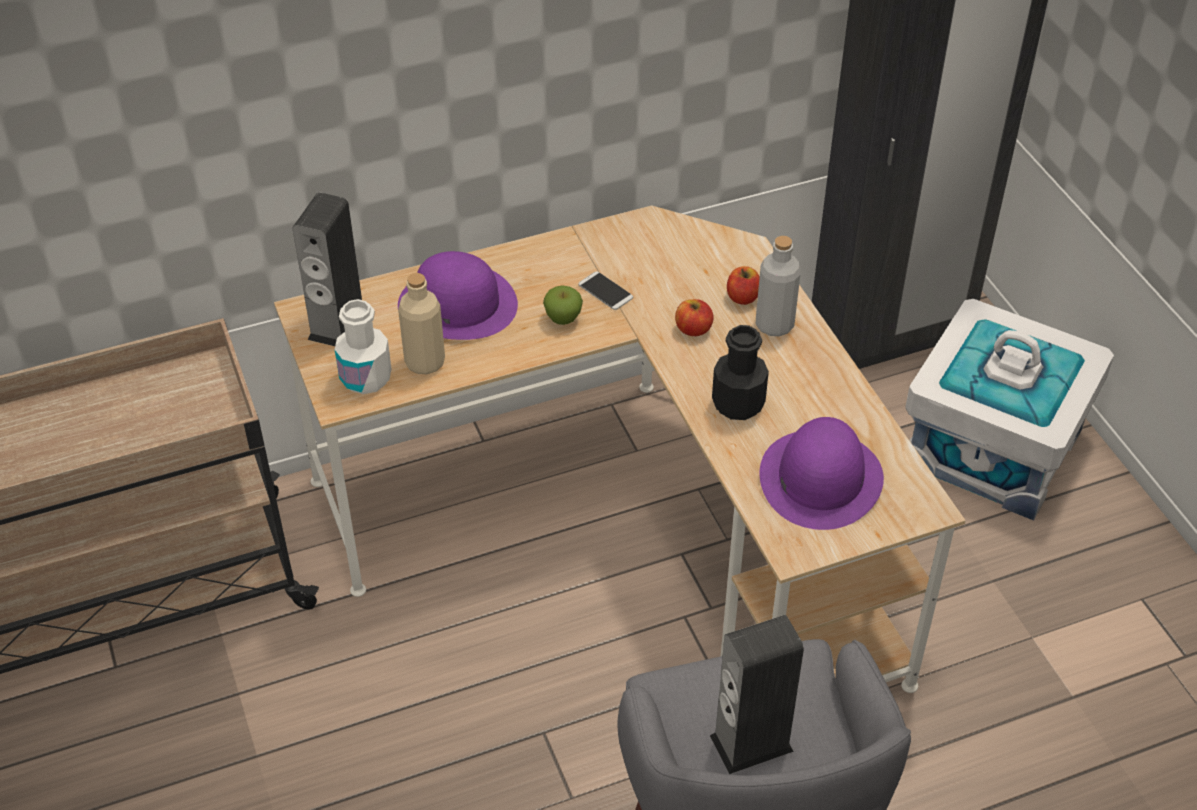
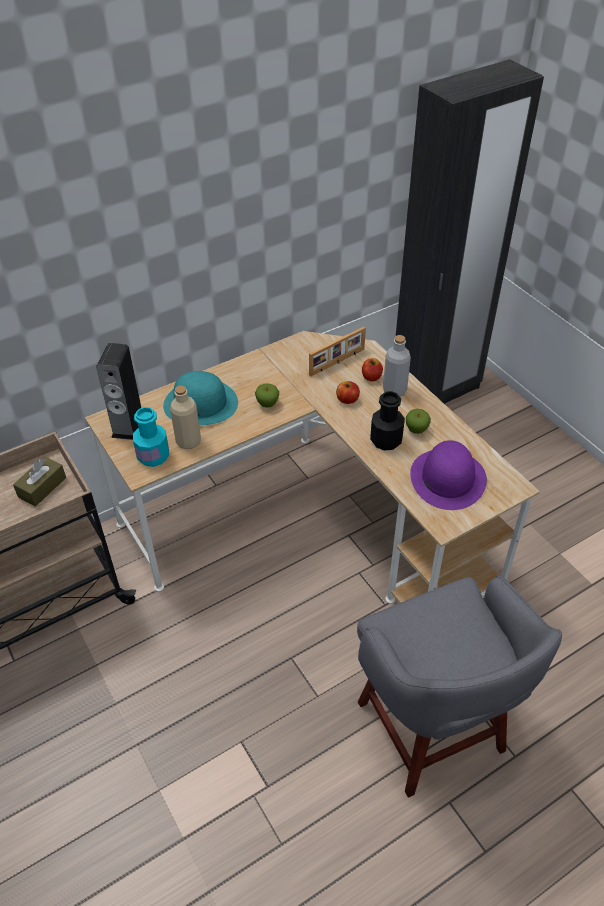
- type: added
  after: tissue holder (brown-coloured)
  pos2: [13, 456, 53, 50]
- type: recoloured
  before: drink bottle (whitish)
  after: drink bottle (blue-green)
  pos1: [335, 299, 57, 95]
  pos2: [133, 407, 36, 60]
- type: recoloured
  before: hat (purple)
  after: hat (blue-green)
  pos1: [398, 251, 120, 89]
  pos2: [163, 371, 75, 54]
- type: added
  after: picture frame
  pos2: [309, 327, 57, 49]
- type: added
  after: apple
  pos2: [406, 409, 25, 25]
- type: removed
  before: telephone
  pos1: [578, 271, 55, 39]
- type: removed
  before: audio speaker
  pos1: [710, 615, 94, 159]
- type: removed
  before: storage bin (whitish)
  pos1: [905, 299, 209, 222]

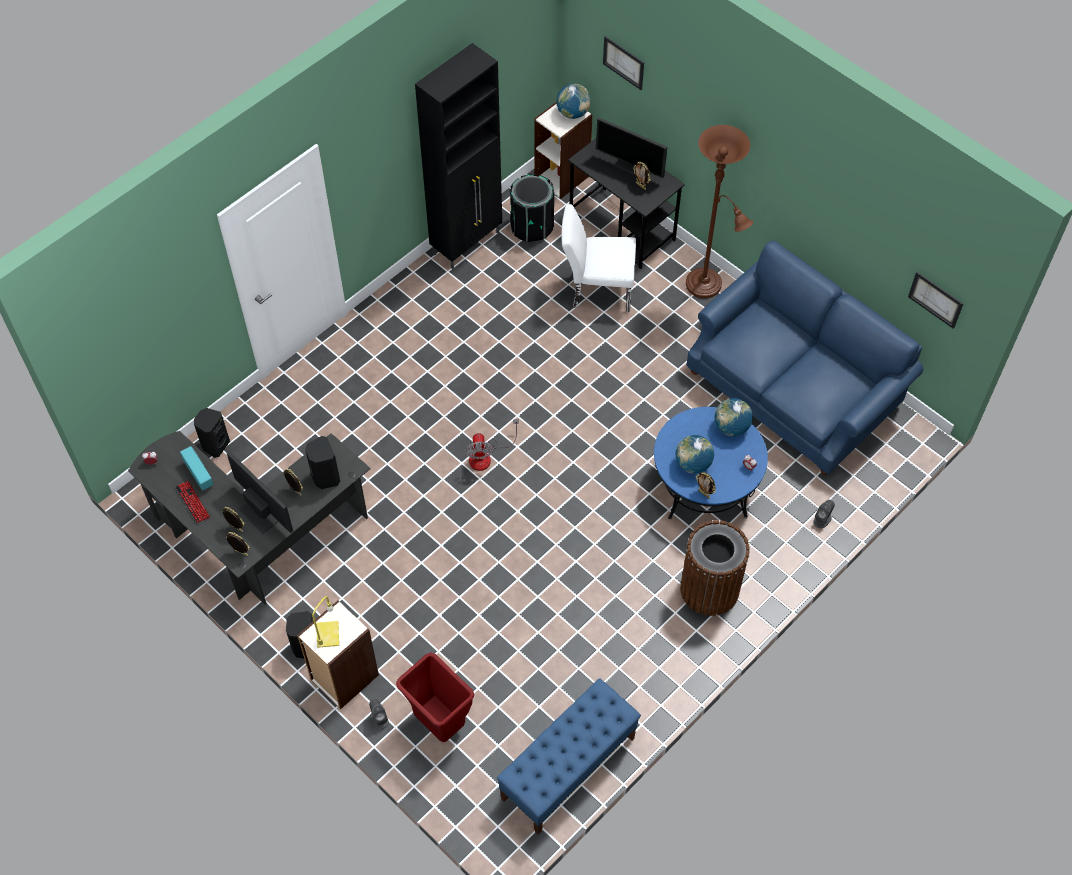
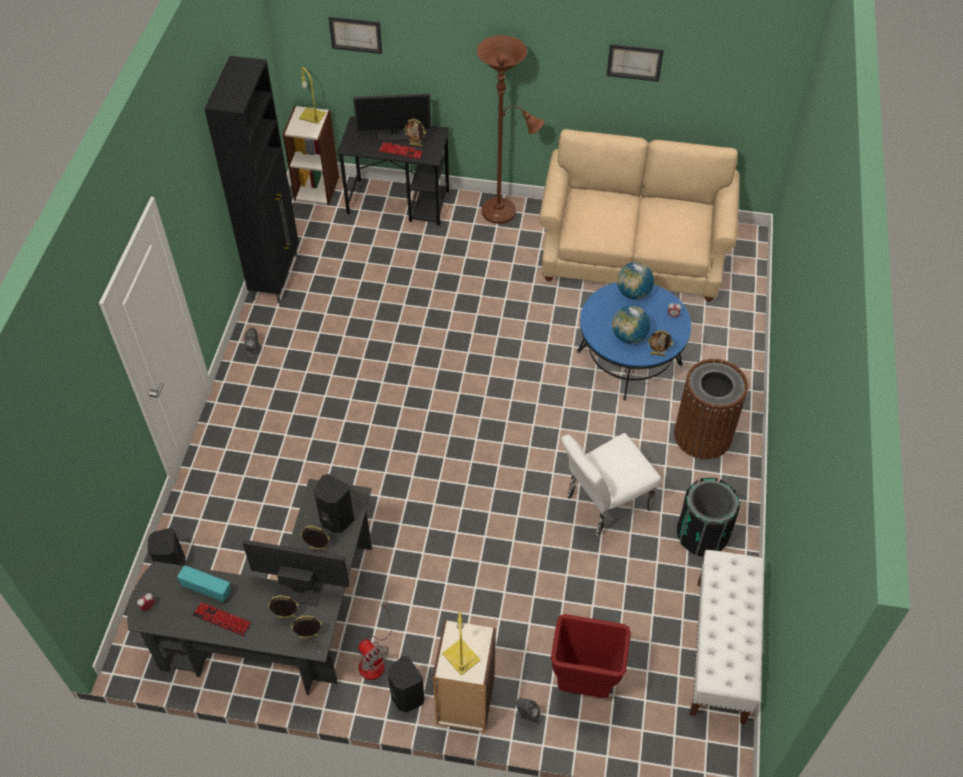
- type: moved
  before: audio speaker (greyish)
  pos1: [813, 500, 22, 29]
  pos2: [244, 327, 18, 31]
- type: replaced
  before: desk globe
  after: lamp for a table (yellow-coloured)
  pos1: [556, 84, 35, 35]
  pos2: [299, 67, 27, 57]
- type: moved
  before: cooling fan
  pos1: [465, 419, 54, 52]
  pos2: [358, 600, 34, 80]
- type: added
  after: computer keyboard
  pos2: [379, 142, 45, 17]
- type: recoloured
  before: couch (bluish)
  after: couch (beige-coloured)
  pos1: [687, 240, 236, 235]
  pos2: [539, 129, 201, 173]
- type: moved
  before: plain chair (whitish)
  pos1: [562, 204, 74, 108]
  pos2: [561, 433, 100, 104]
- type: moved
  before: picture
  pos1: [908, 272, 55, 57]
  pos2: [607, 44, 57, 38]
- type: moved
  before: rubbish bin (blackish)
  pos1: [510, 174, 44, 68]
  pos2: [677, 478, 63, 78]
- type: recoloured
  before: long seat (bluish)
  after: long seat (whitish)
  pos1: [497, 678, 144, 157]
  pos2: [689, 550, 75, 174]

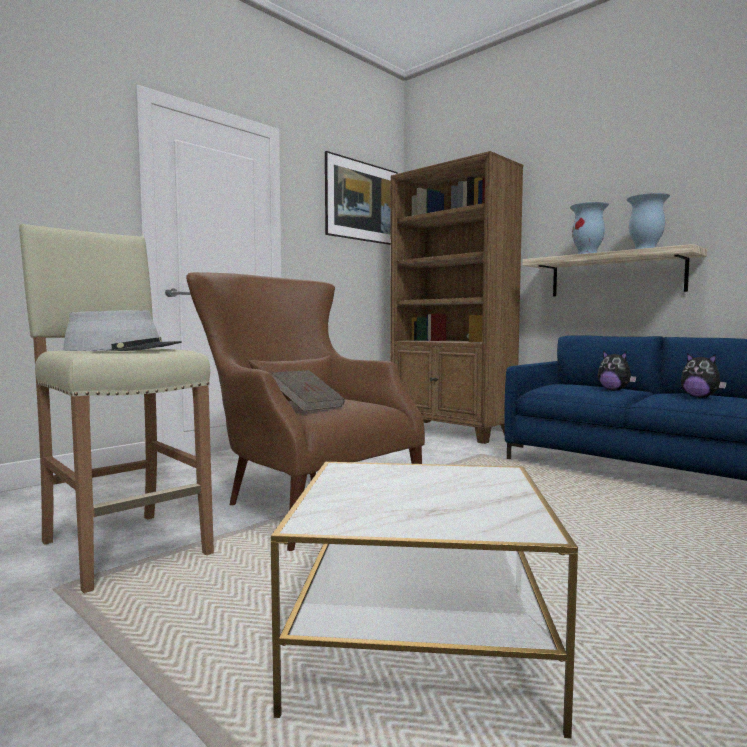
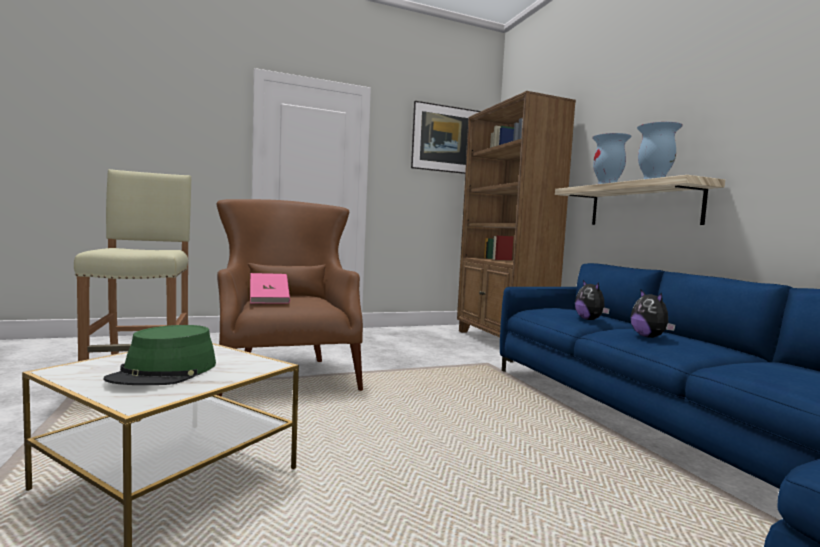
- type: added
  after: hat (greenish)
  pos2: [103, 325, 113, 60]
- type: recoloured
  before: volume (brown-coloured)
  after: volume (pink)
  pos1: [272, 370, 73, 41]
  pos2: [250, 273, 40, 31]
- type: removed
  before: hat (greyish)
  pos1: [63, 310, 119, 41]

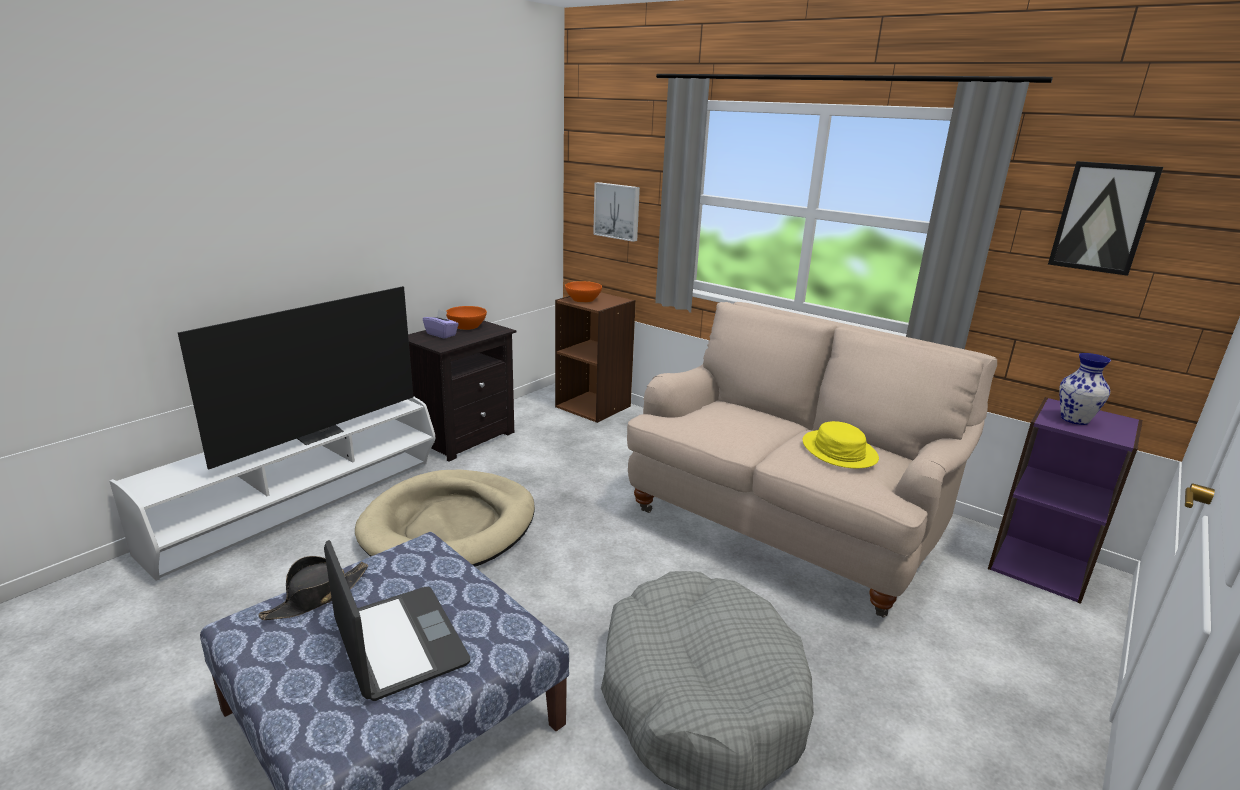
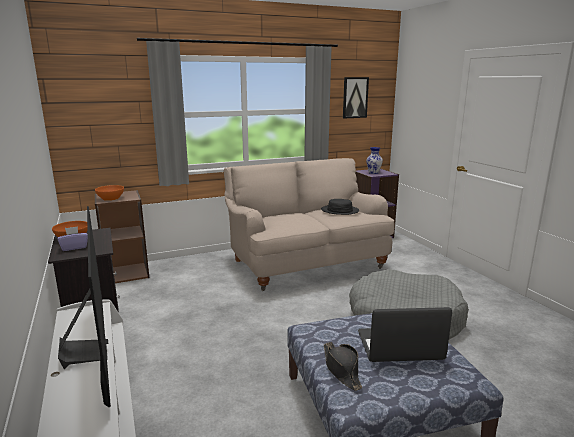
- type: recoloured
  before: hat (yellow-coloured)
  after: hat (blackish)
  pos1: [803, 421, 76, 47]
  pos2: [321, 199, 38, 16]
- type: removed
  before: dog cushion (beige-coloured)
  pos1: [355, 470, 180, 97]
- type: removed
  before: picture
  pos1: [593, 182, 47, 60]

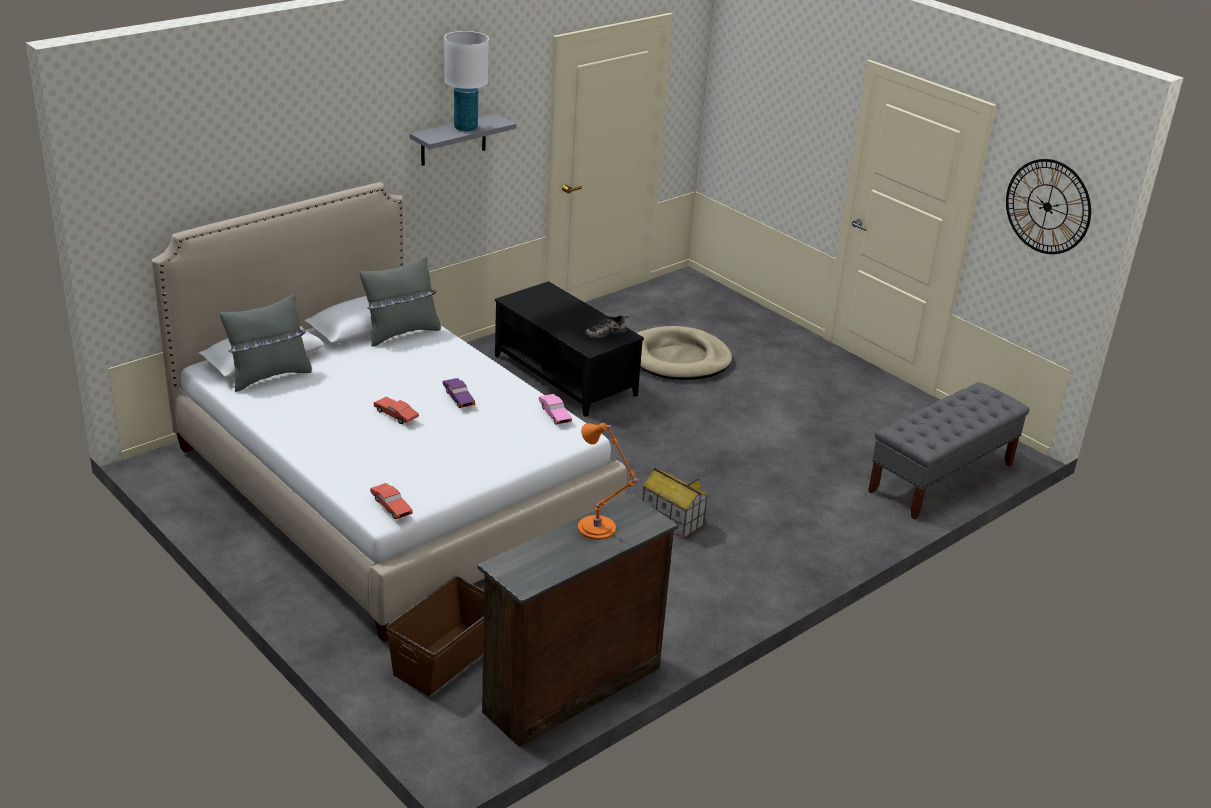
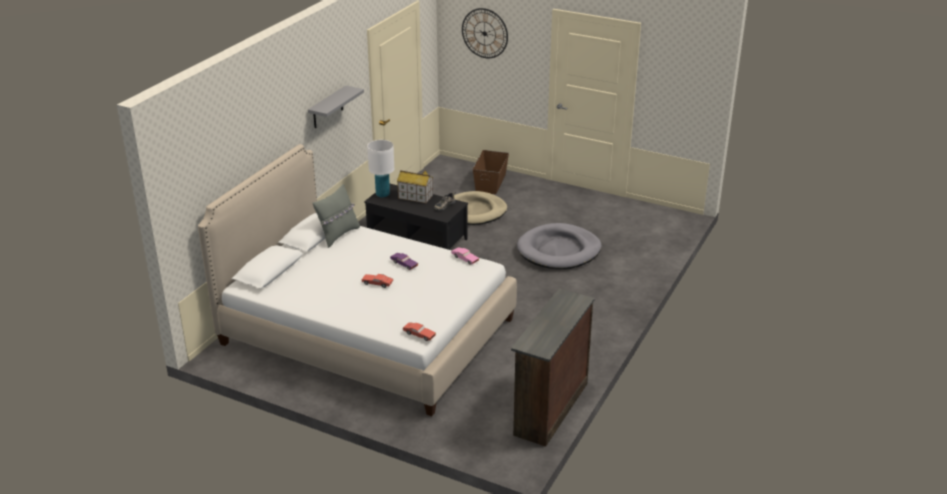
- type: moved
  before: lamp for a table (whitish)
  pos1: [444, 31, 45, 100]
  pos2: [367, 140, 27, 57]
- type: moved
  before: miniature house
  pos1: [642, 468, 67, 71]
  pos2: [397, 170, 36, 33]
- type: moved
  before: wall clock
  pos1: [1006, 159, 85, 95]
  pos2: [462, 8, 46, 50]
- type: moved
  before: storage bin (brown-coloured)
  pos1: [386, 576, 98, 120]
  pos2: [473, 150, 36, 44]
- type: added
  after: dog cushion (greyish)
  pos2: [517, 223, 84, 46]
- type: removed
  before: cushion (greyish)
  pos1: [220, 295, 92, 97]
- type: removed
  before: lamp for a table (orangey)
  pos1: [578, 423, 62, 117]
- type: removed
  before: long seat (greyish)
  pos1: [868, 382, 162, 137]

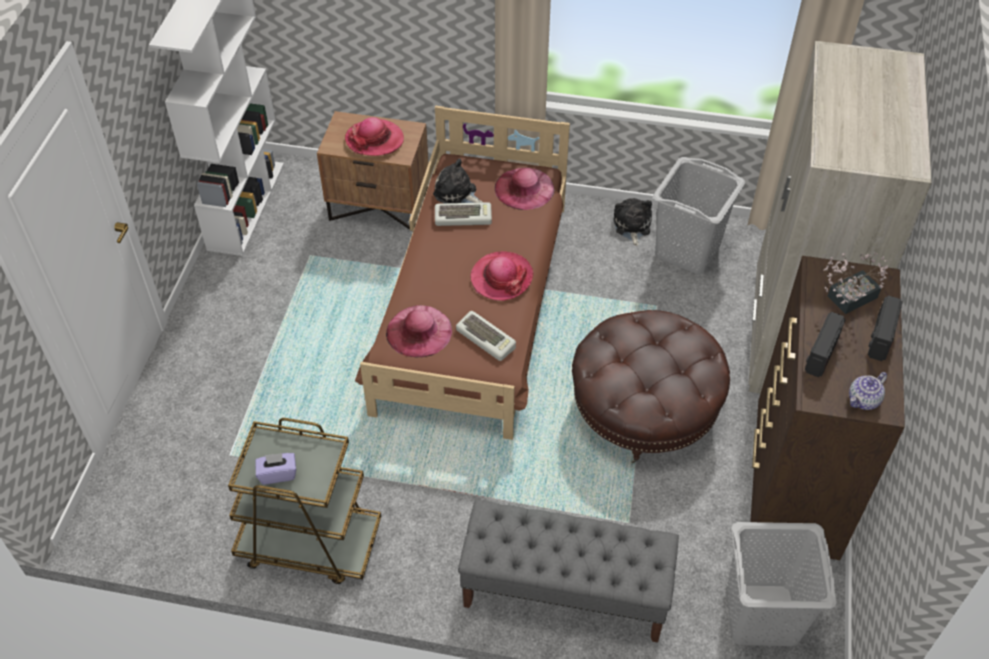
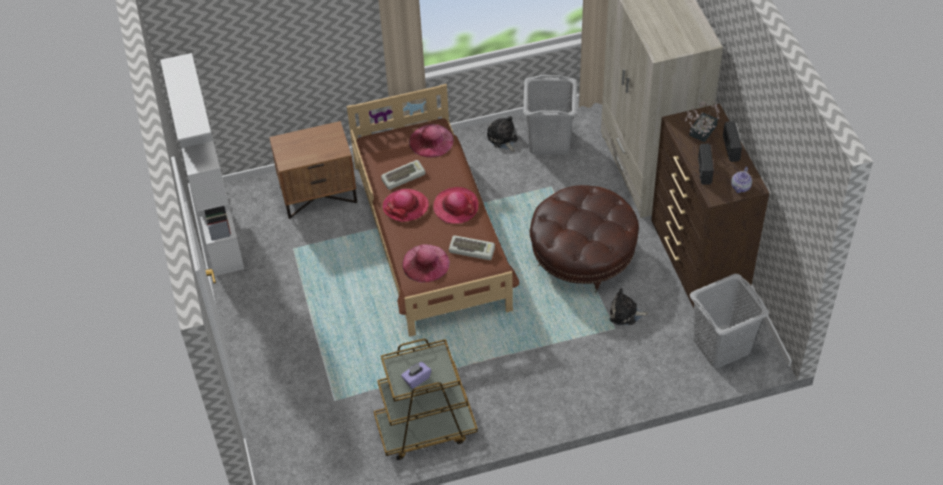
- type: moved
  before: hat
  pos1: [345, 117, 59, 39]
  pos2: [383, 189, 46, 33]
- type: moved
  before: soft toy
  pos1: [433, 159, 50, 44]
  pos2: [610, 288, 39, 37]
- type: removed
  before: long seat (greyish)
  pos1: [458, 500, 221, 143]

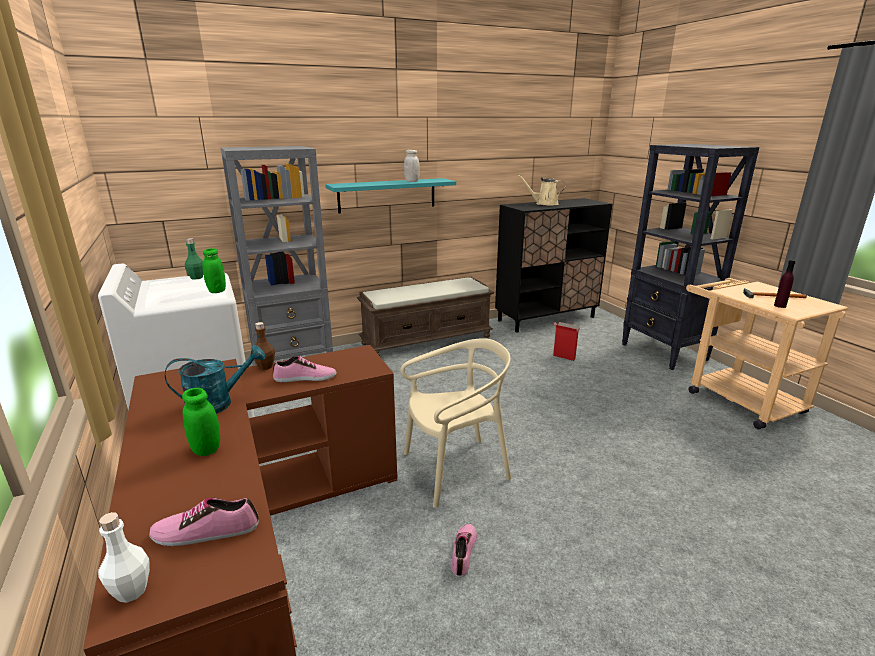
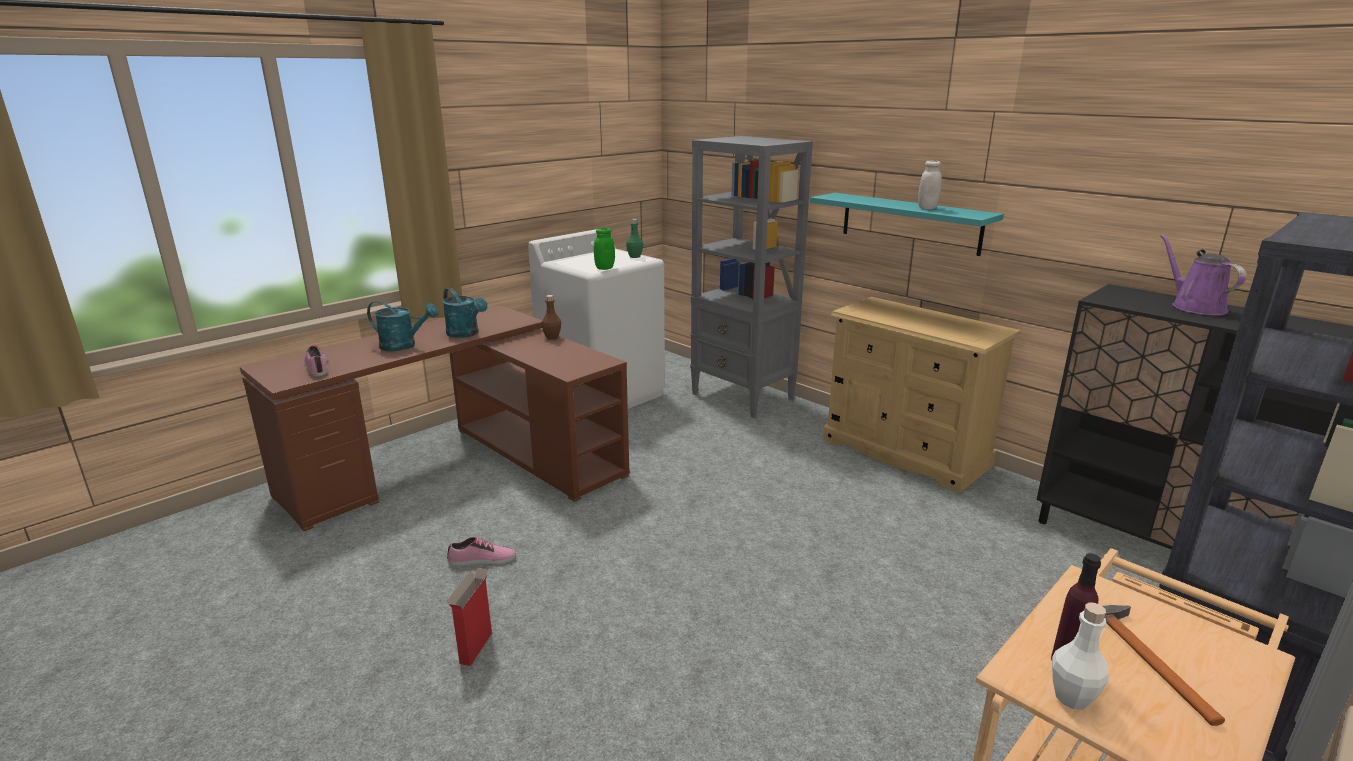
- type: replaced
  before: storage jar (greenish)
  after: sprinkling can (blue-green)
  pos1: [182, 388, 38, 68]
  pos2: [367, 301, 72, 50]
- type: moved
  before: carton
  pos1: [553, 322, 28, 39]
  pos2: [447, 568, 45, 98]
- type: replaced
  before: long seat (brown-coloured)
  after: chest of drawers (beige-coloured)
  pos1: [356, 277, 138, 79]
  pos2: [823, 297, 198, 196]
- type: moved
  before: drink bottle (whitish)
  pos1: [98, 512, 52, 91]
  pos2: [1052, 603, 57, 107]
- type: recoloured
  before: sprinkling can (beige-coloured)
  after: sprinkling can (purple)
  pos1: [518, 175, 48, 31]
  pos2: [1161, 234, 85, 82]
- type: removed
  before: item of footwear
  pos1: [273, 356, 64, 26]
- type: removed
  before: plain chair (beige-coloured)
  pos1: [400, 338, 111, 170]

